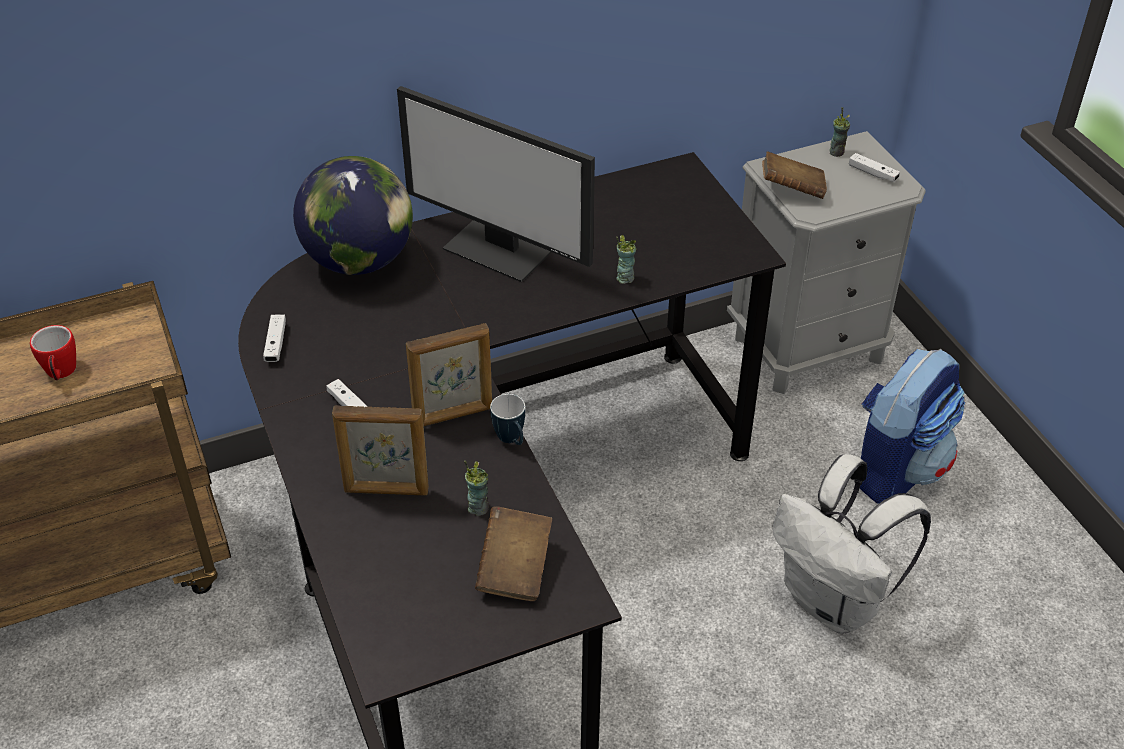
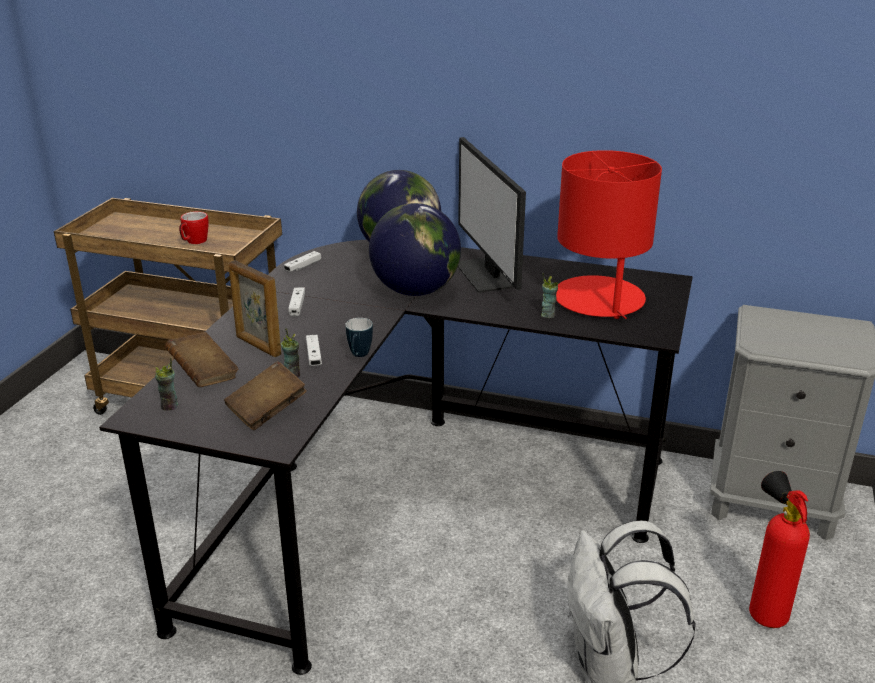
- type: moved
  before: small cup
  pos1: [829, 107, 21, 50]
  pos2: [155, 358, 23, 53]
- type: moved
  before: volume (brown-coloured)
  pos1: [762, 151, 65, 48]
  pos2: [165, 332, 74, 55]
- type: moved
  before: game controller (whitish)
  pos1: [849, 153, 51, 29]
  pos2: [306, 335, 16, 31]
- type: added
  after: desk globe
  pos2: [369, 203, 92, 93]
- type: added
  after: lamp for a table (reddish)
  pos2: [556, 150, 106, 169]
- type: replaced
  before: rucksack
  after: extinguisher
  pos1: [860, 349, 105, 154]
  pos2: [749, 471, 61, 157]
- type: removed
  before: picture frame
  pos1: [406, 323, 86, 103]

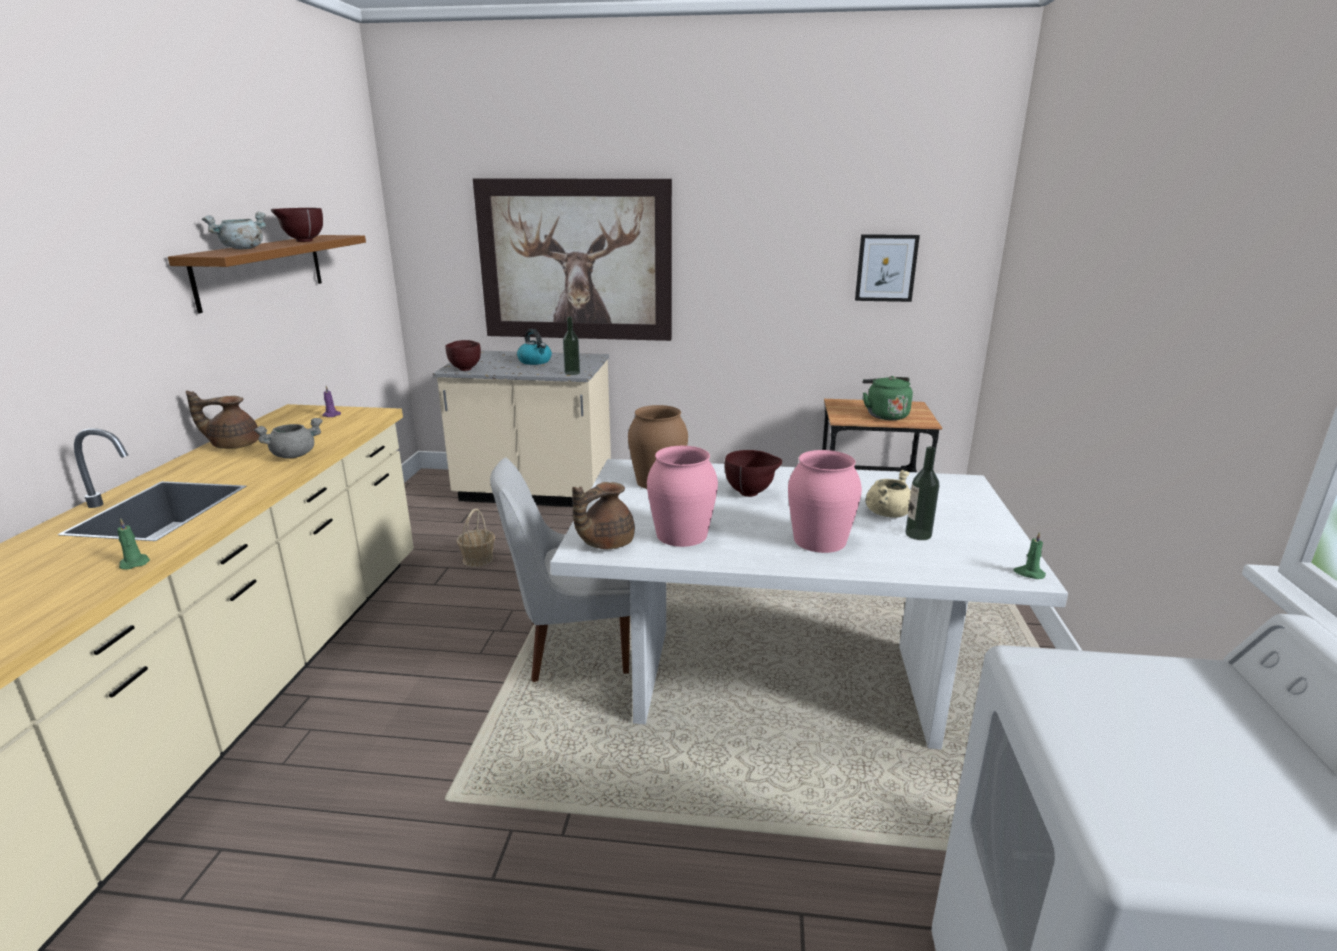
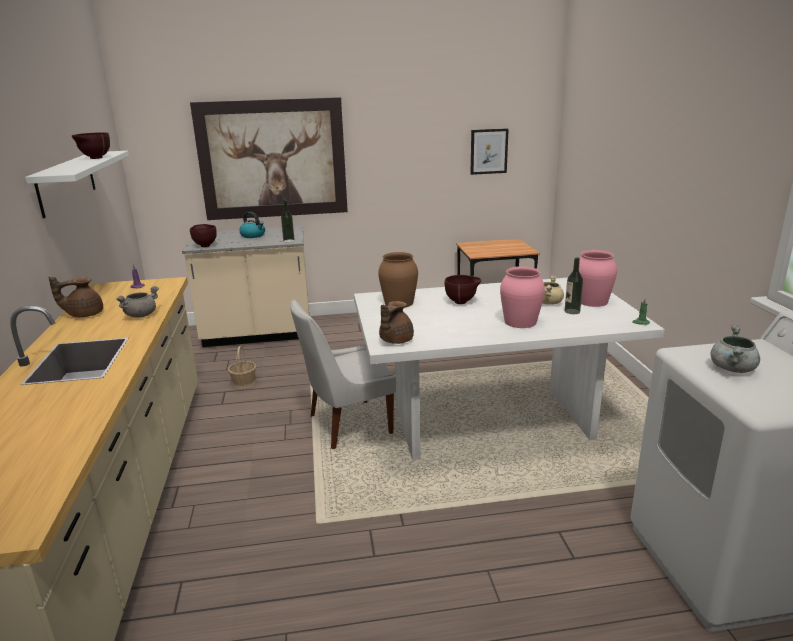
- type: recoloured
  before: bracket shelf (brown-coloured)
  after: bracket shelf (whitish)
  pos1: [168, 235, 198, 79]
  pos2: [25, 151, 104, 67]
- type: moved
  before: vase (pink)
  pos1: [647, 446, 71, 101]
  pos2: [579, 250, 38, 57]
- type: moved
  before: saucepot (greyish)
  pos1: [202, 212, 64, 37]
  pos2: [711, 325, 49, 48]
- type: removed
  before: candle (greenish)
  pos1: [117, 518, 33, 52]
- type: removed
  before: kettle (greenish)
  pos1: [863, 376, 50, 44]

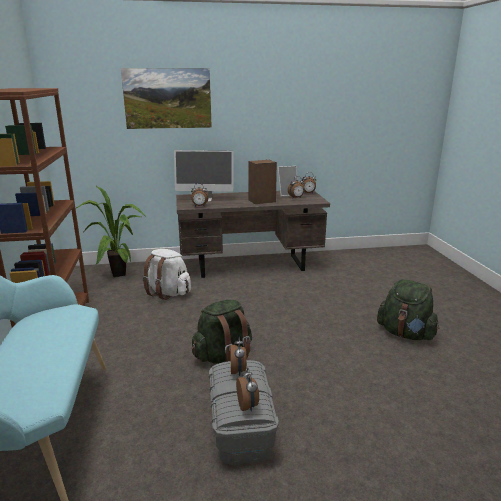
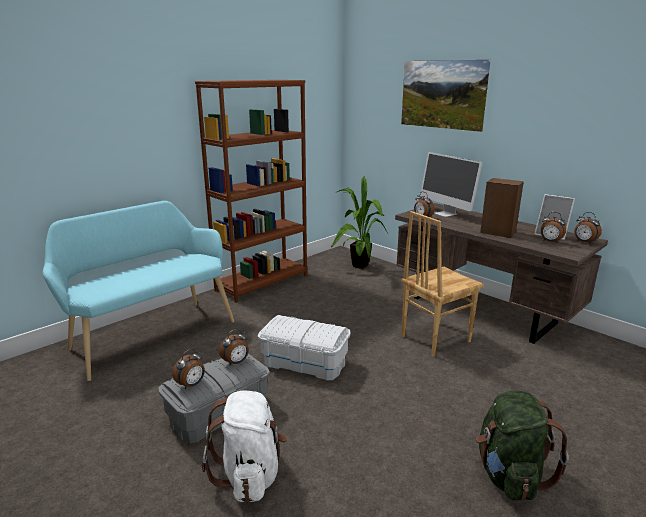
- type: moved
  before: rucksack (whitish)
  pos1: [143, 249, 48, 51]
  pos2: [202, 390, 85, 113]
- type: replaced
  before: rucksack (greenish)
  after: storage bin (whitish)
  pos1: [192, 300, 60, 64]
  pos2: [258, 315, 93, 66]
- type: added
  after: plain chair (brown-coloured)
  pos2: [401, 211, 83, 146]

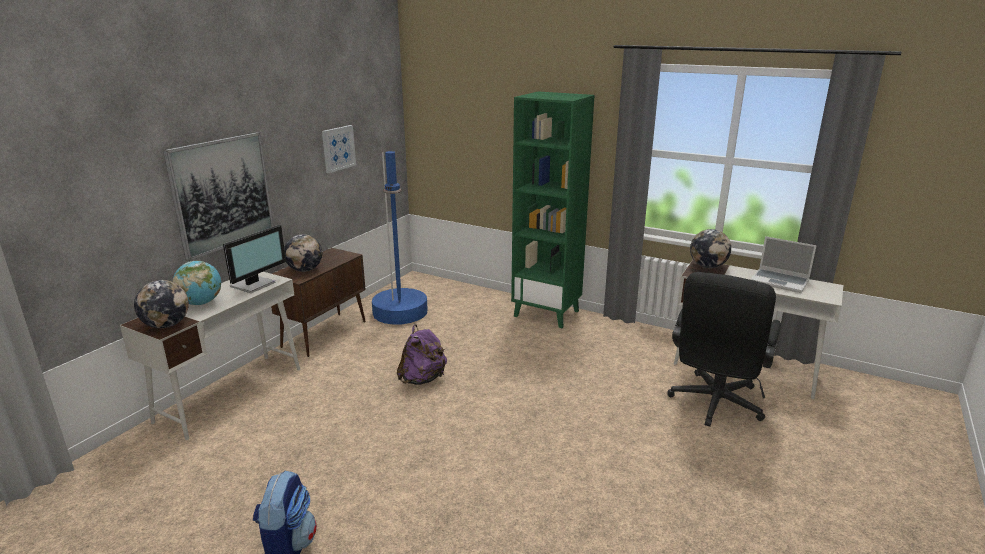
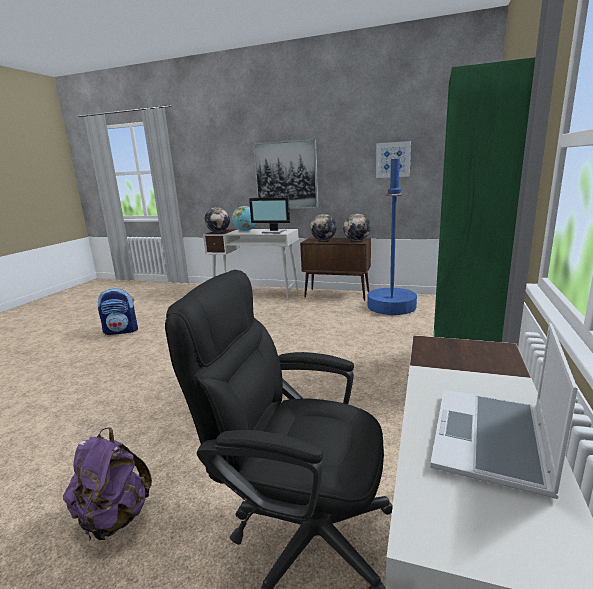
- type: moved
  before: rucksack (purple)
  pos1: [397, 324, 50, 61]
  pos2: [63, 427, 89, 115]
- type: moved
  before: desk globe
  pos1: [690, 229, 41, 39]
  pos2: [343, 214, 28, 27]

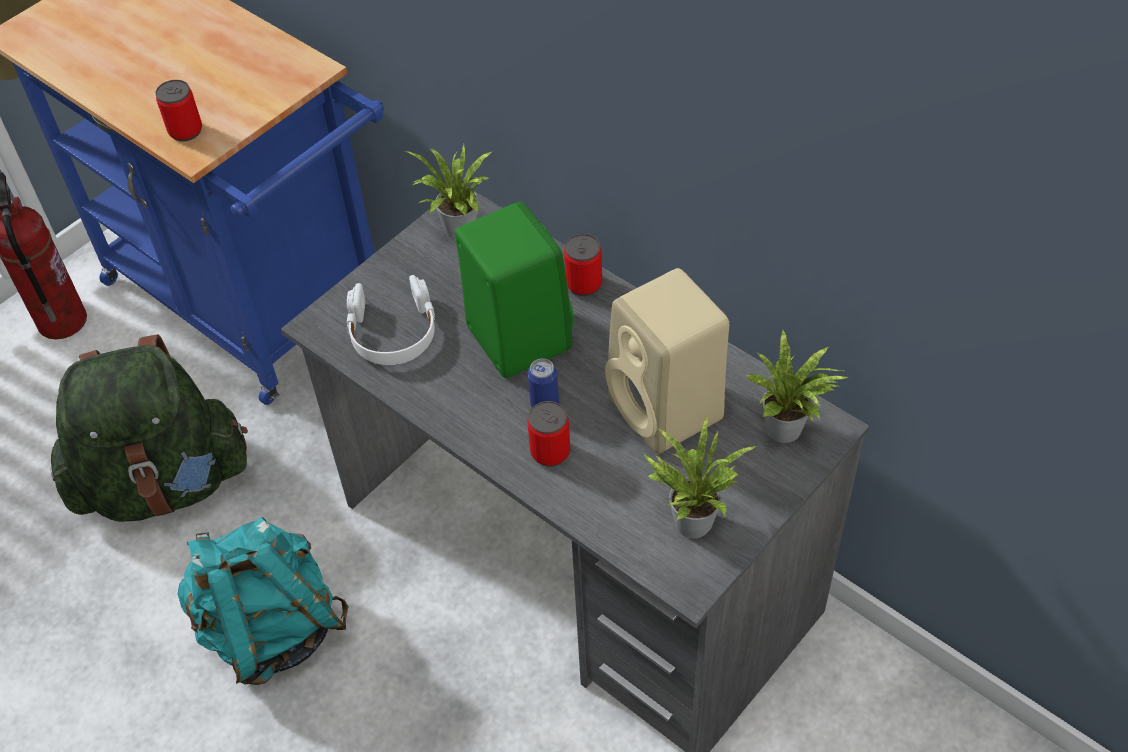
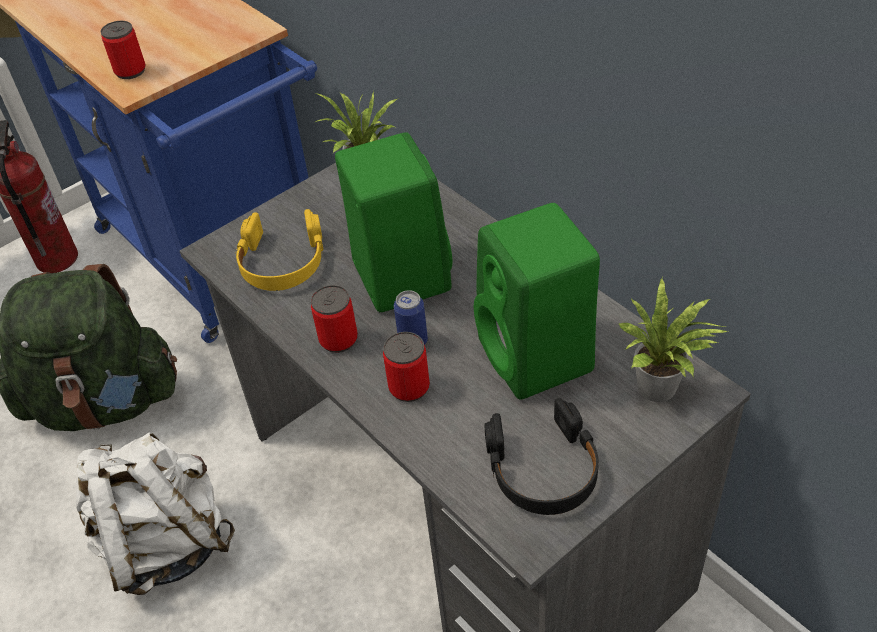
- type: recoloured
  before: rucksack (blue-green)
  after: rucksack (whitish)
  pos1: [178, 517, 171, 168]
  pos2: [76, 432, 159, 163]
- type: recoloured
  before: pair of headphones (whitish)
  after: pair of headphones (yellow-coloured)
  pos1: [347, 275, 88, 90]
  pos2: [236, 209, 87, 82]
- type: moved
  before: sealed can
  pos1: [564, 234, 38, 62]
  pos2: [311, 285, 47, 68]
- type: recoloured
  before: audio speaker (beige-coloured)
  after: audio speaker (greenish)
  pos1: [605, 268, 124, 186]
  pos2: [474, 203, 126, 197]
- type: replaced
  before: houseplant
  after: pair of headphones (blackish)
  pos1: [644, 416, 112, 122]
  pos2: [484, 398, 115, 117]

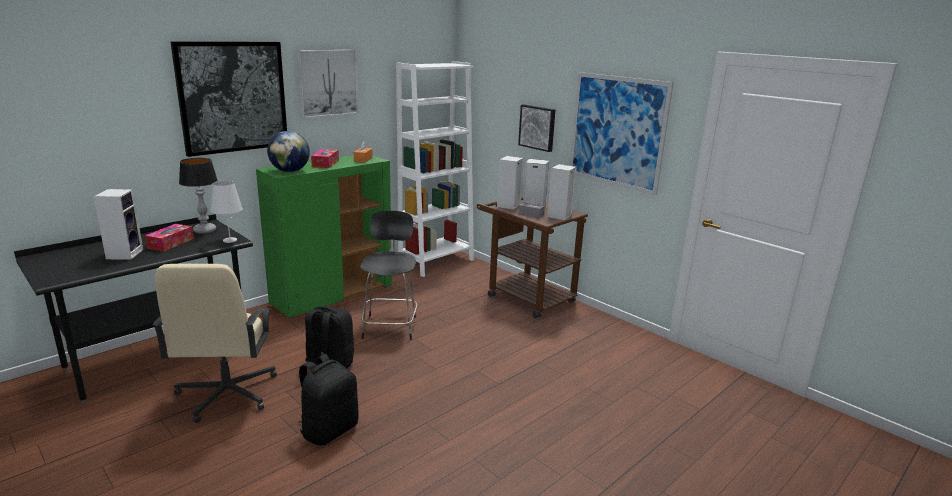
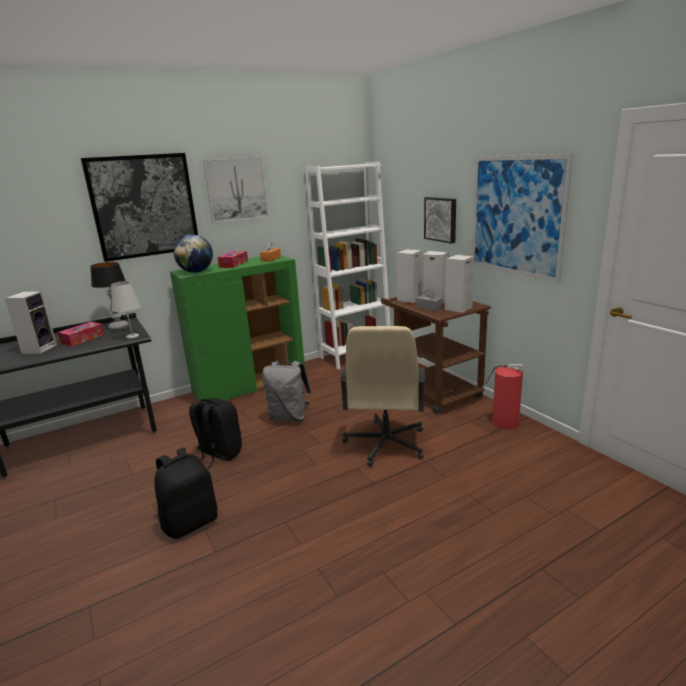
- type: replaced
  before: plain chair (blackish)
  after: rucksack (greyish)
  pos1: [360, 210, 58, 130]
  pos2: [262, 361, 49, 61]
- type: moved
  before: office chair (beige-coloured)
  pos1: [152, 264, 125, 159]
  pos2: [339, 326, 86, 141]
- type: added
  after: extinguisher
  pos2: [481, 364, 42, 66]

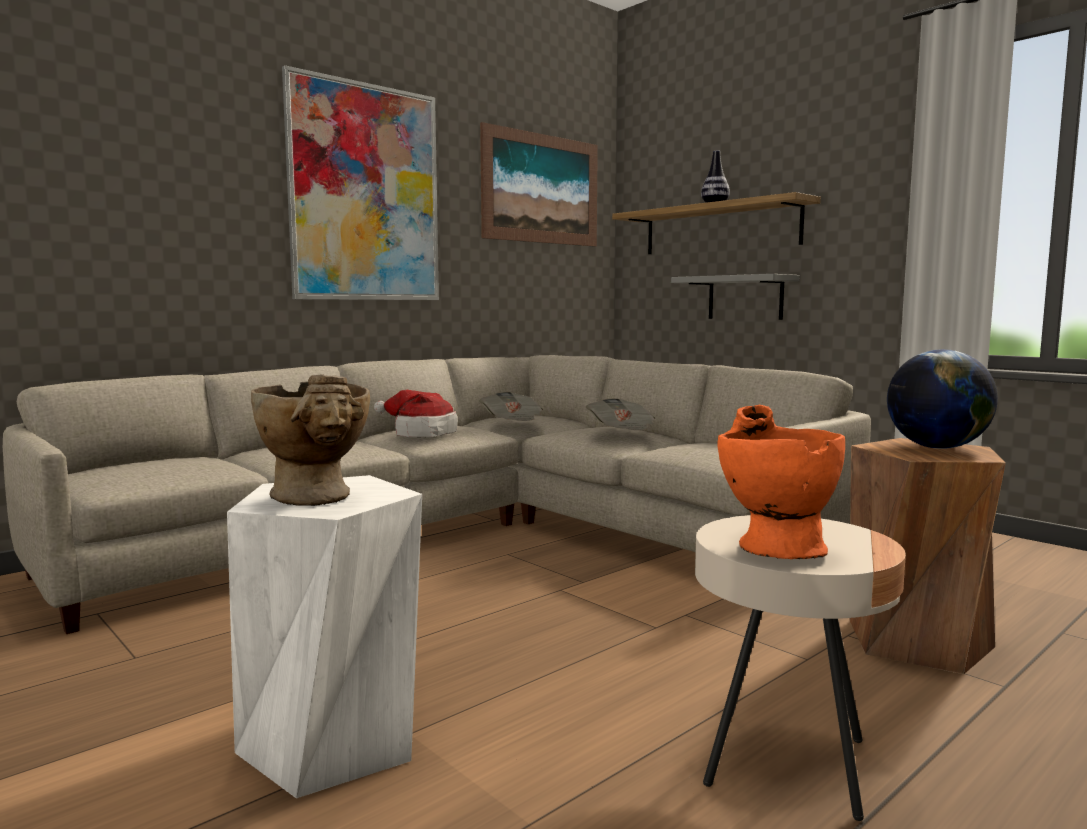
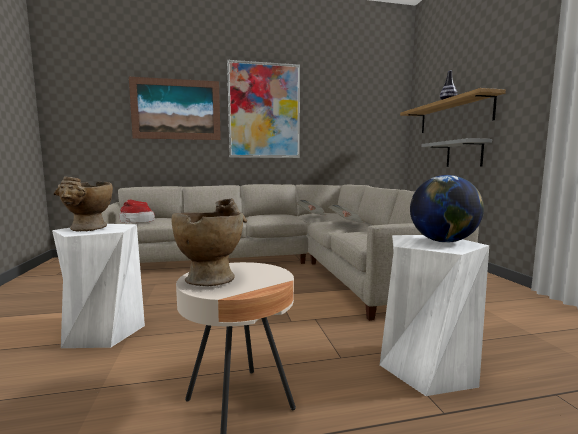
- type: moved
  before: hat
  pos1: [374, 390, 84, 47]
  pos2: [119, 200, 36, 23]
- type: moved
  before: picture
  pos1: [480, 122, 118, 125]
  pos2: [129, 77, 92, 63]
- type: recoloured
  before: vase (orangey)
  after: vase (beige-coloured)
  pos1: [718, 405, 127, 154]
  pos2: [171, 198, 76, 88]
- type: recoloured
  before: sitting stool (brown-coloured)
  after: sitting stool (whitish)
  pos1: [849, 438, 157, 236]
  pos2: [380, 235, 109, 161]

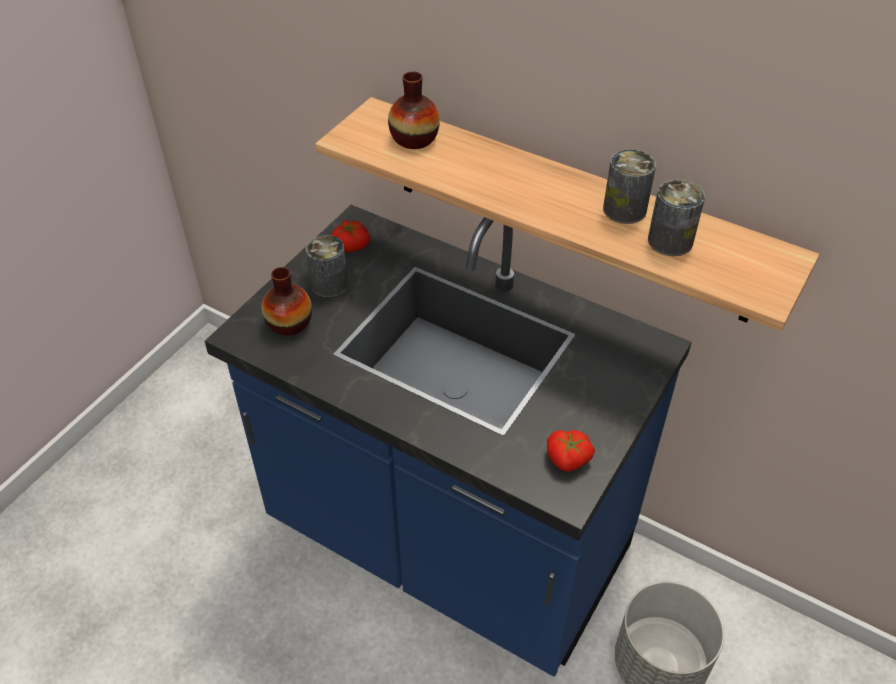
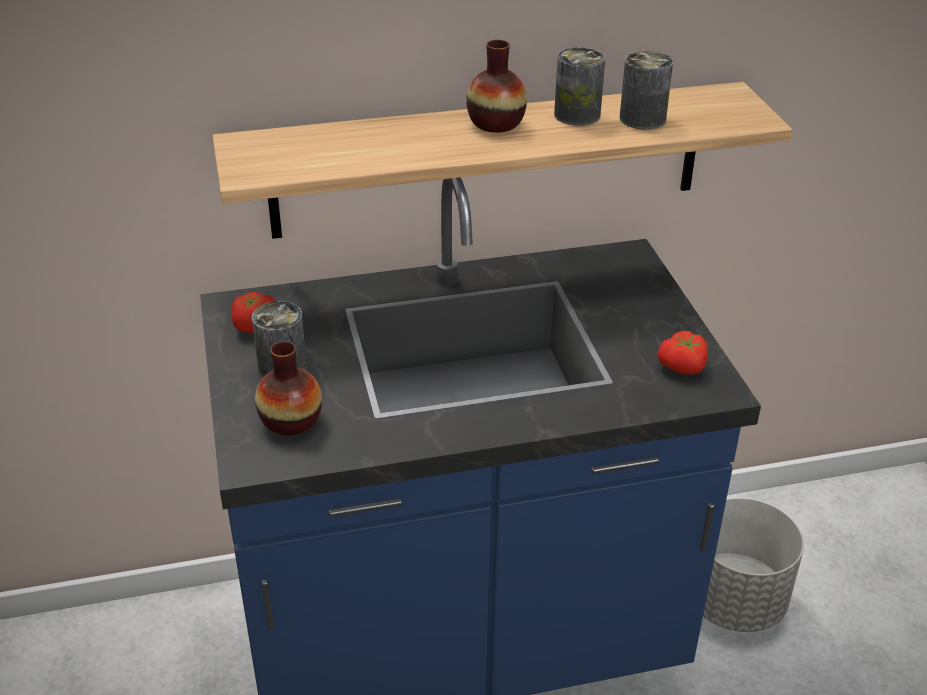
- type: moved
  before: vase
  pos1: [388, 71, 52, 78]
  pos2: [466, 40, 61, 93]

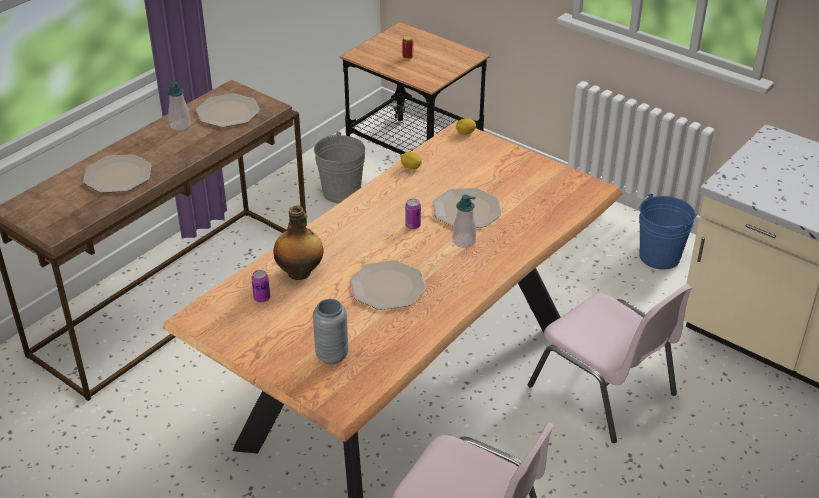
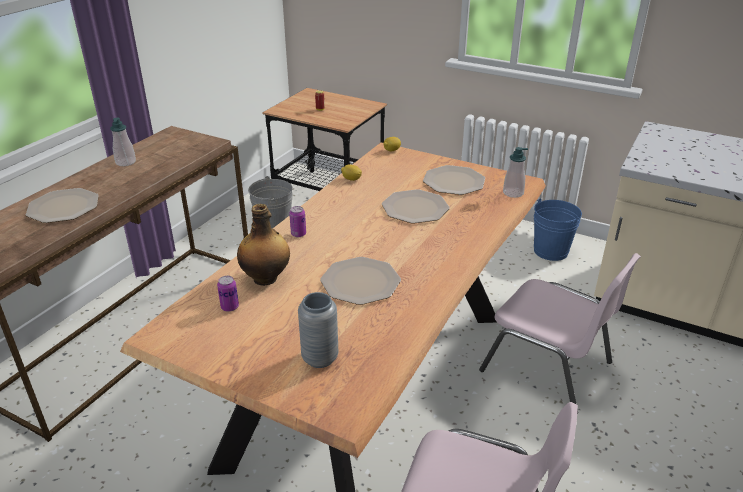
- type: moved
  before: sealed can
  pos1: [405, 199, 16, 30]
  pos2: [289, 206, 17, 31]
- type: moved
  before: flat dish
  pos1: [196, 94, 64, 33]
  pos2: [423, 165, 62, 30]
- type: moved
  before: soap bottle
  pos1: [453, 195, 23, 53]
  pos2: [503, 147, 25, 51]

